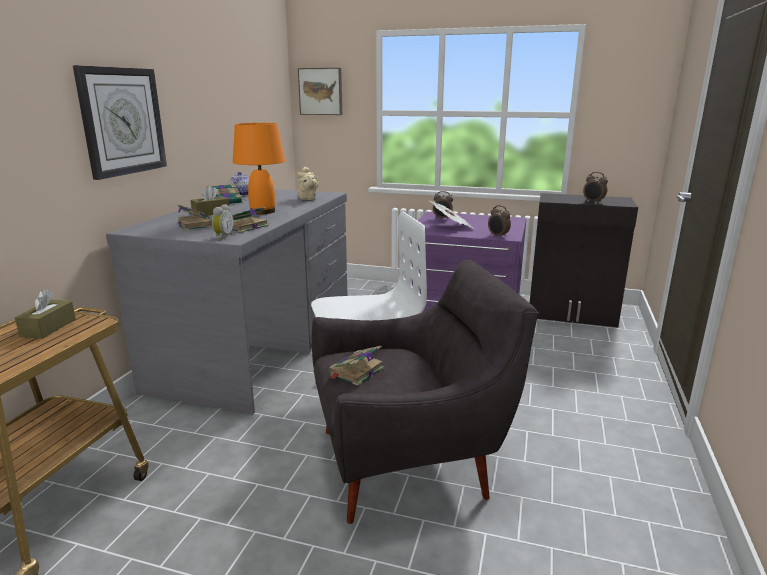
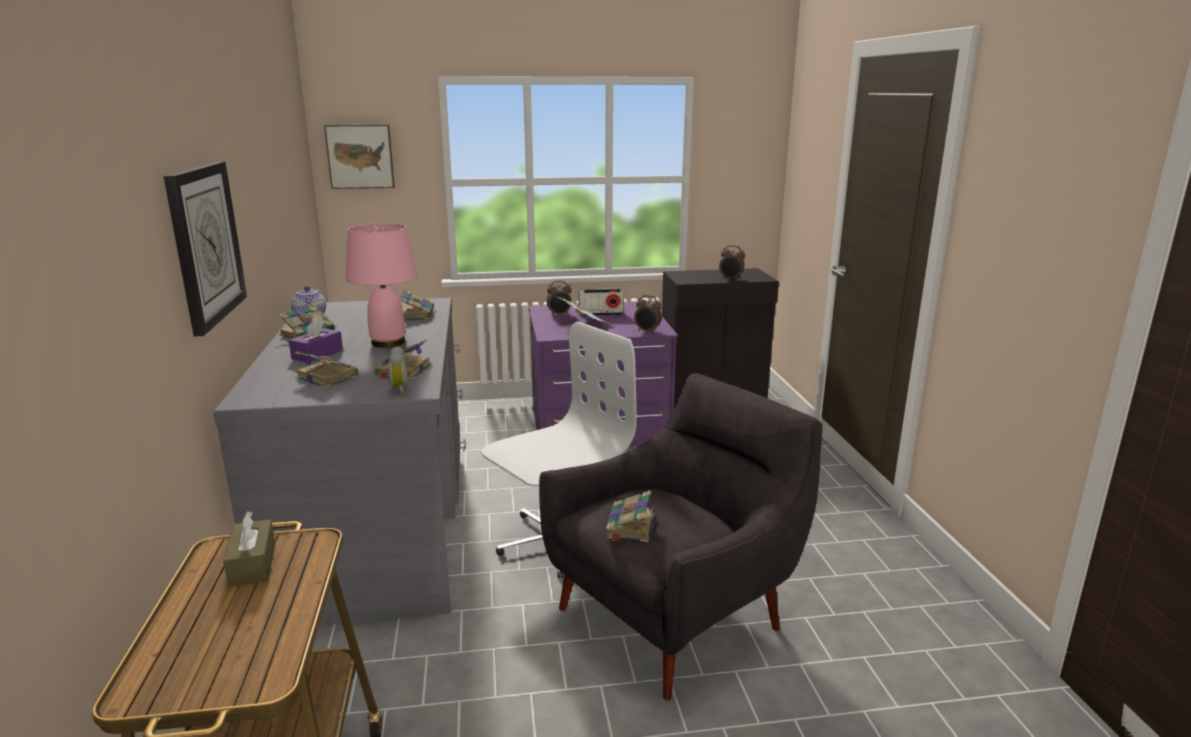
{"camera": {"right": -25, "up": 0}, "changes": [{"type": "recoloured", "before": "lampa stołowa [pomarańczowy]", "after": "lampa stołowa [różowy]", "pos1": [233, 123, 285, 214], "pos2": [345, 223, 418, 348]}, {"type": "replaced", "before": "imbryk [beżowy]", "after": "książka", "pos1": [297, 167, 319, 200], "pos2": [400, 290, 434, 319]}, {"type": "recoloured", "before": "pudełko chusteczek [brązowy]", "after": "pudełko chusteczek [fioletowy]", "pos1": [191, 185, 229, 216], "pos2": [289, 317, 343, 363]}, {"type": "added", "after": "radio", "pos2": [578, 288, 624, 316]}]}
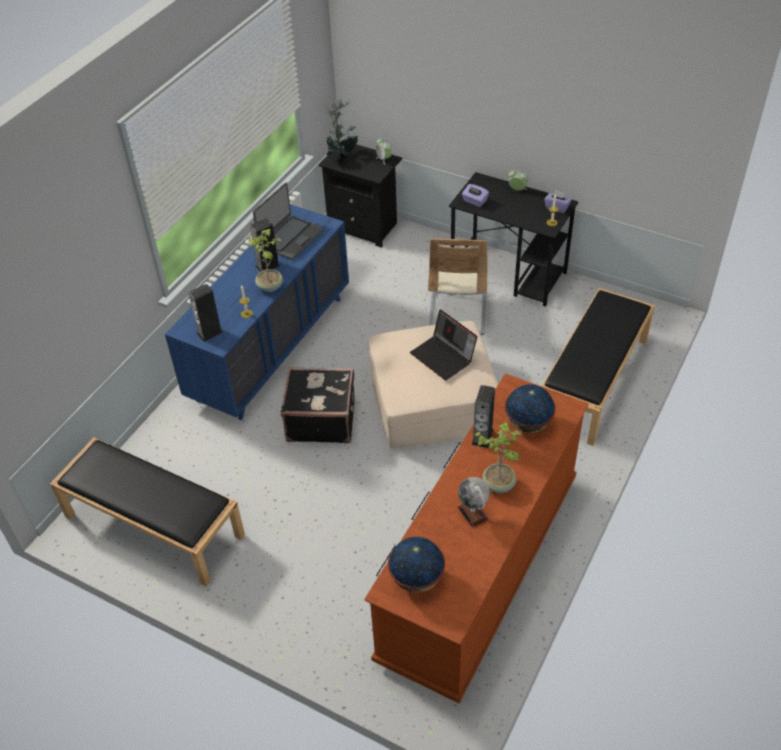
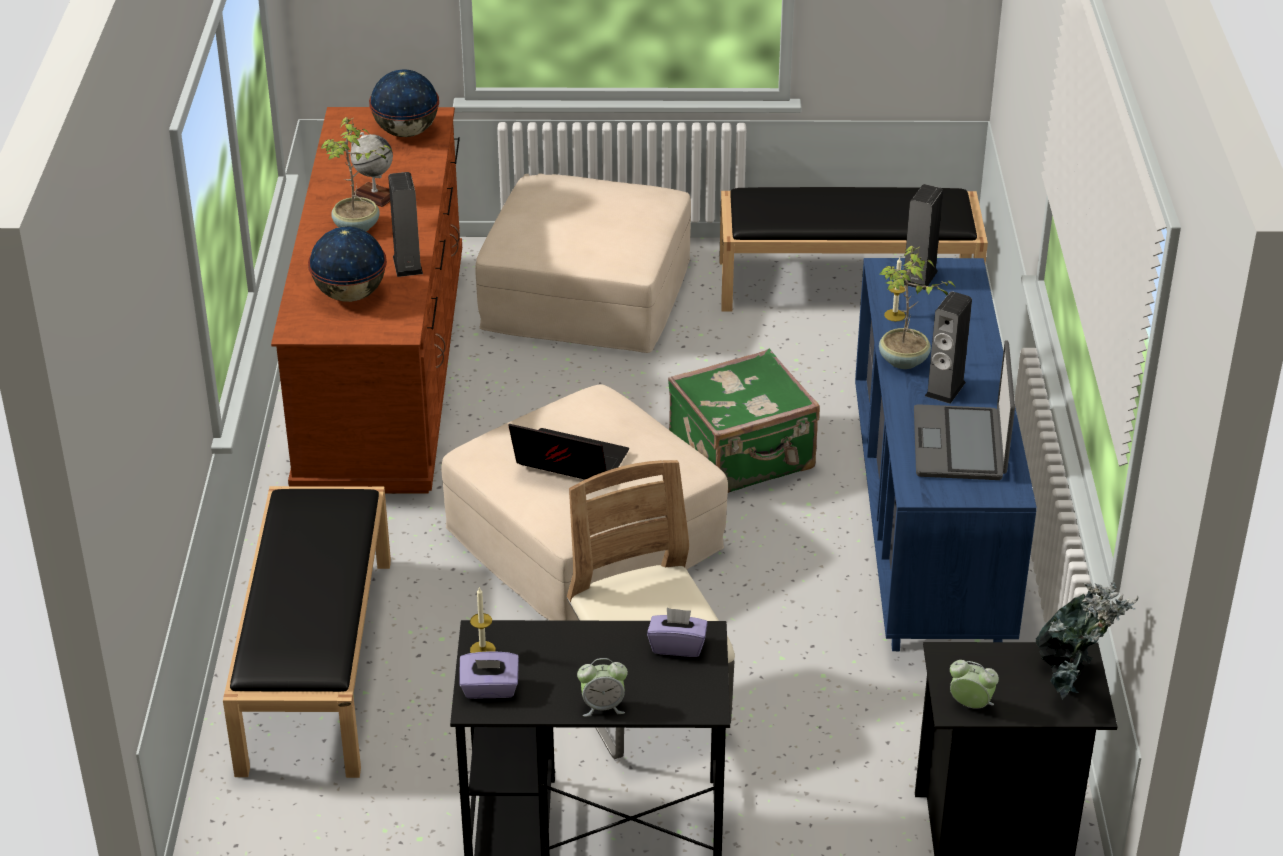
{"camera": {"right": 150, "up": -10}, "changes": [{"type": "recoloured", "before": "walizka [czarny]", "after": "walizka [zielony]", "pos1": [281, 367, 355, 443], "pos2": [668, 349, 820, 493]}, {"type": "added", "after": "pufa [beżowy]", "pos2": [475, 174, 691, 353]}]}
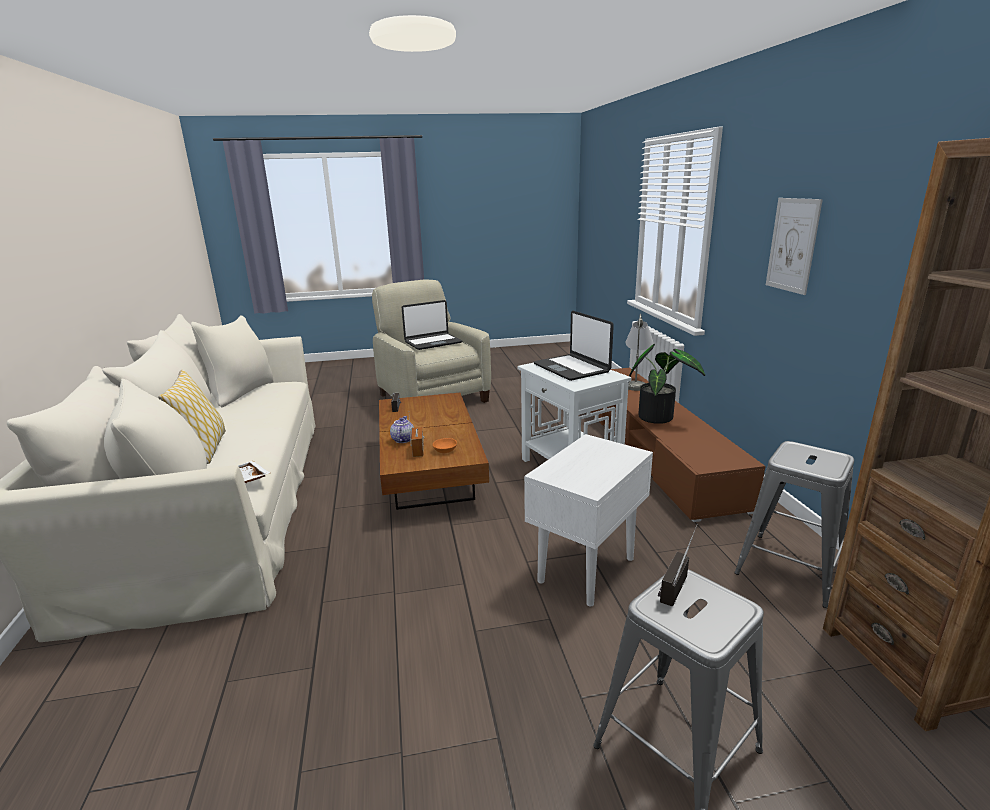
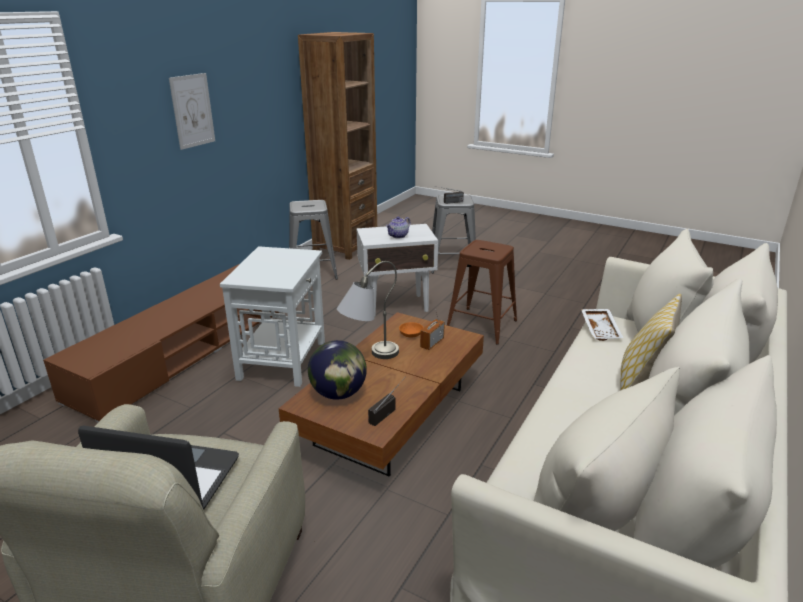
{"camera": {"right": -140, "up": 5}, "changes": [{"type": "removed", "before": "laptop", "pos1": [534, 311, 614, 381]}, {"type": "moved", "before": "lampa stołowa [szary]", "pos1": [626, 314, 653, 391], "pos2": [337, 261, 399, 359]}, {"type": "removed", "before": "roślina doniczkowa", "pos1": [629, 344, 705, 424]}, {"type": "moved", "before": "imbryk", "pos1": [390, 416, 414, 443], "pos2": [386, 216, 411, 238]}, {"type": "added", "after": "stołek [brązowy]", "pos2": [447, 240, 517, 345]}, {"type": "added", "after": "globus", "pos2": [308, 340, 367, 400]}]}
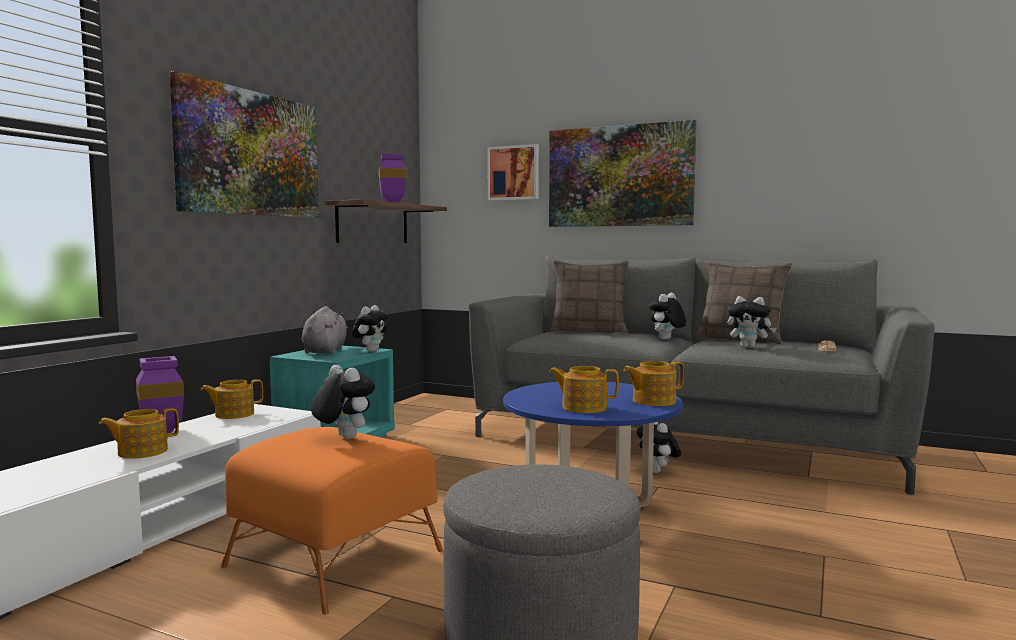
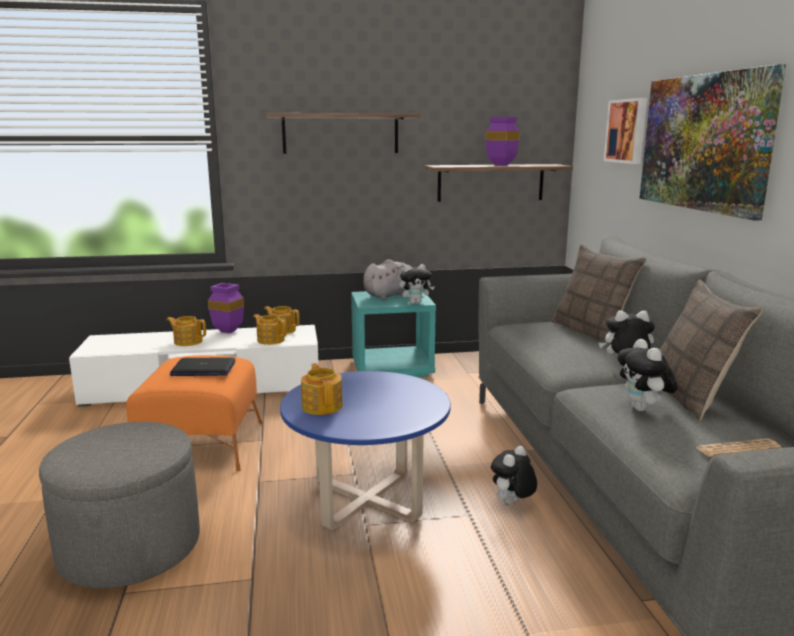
{"camera": {"right": 55, "up": 10}, "changes": [{"type": "replaced", "before": "obraz", "after": "półka", "pos1": [169, 71, 319, 218], "pos2": [266, 113, 420, 154]}, {"type": "moved", "before": "imbryk", "pos1": [624, 361, 684, 406], "pos2": [253, 314, 287, 345]}, {"type": "replaced", "before": "pluszak", "after": "laptop", "pos1": [311, 365, 375, 439], "pos2": [170, 357, 236, 376]}]}
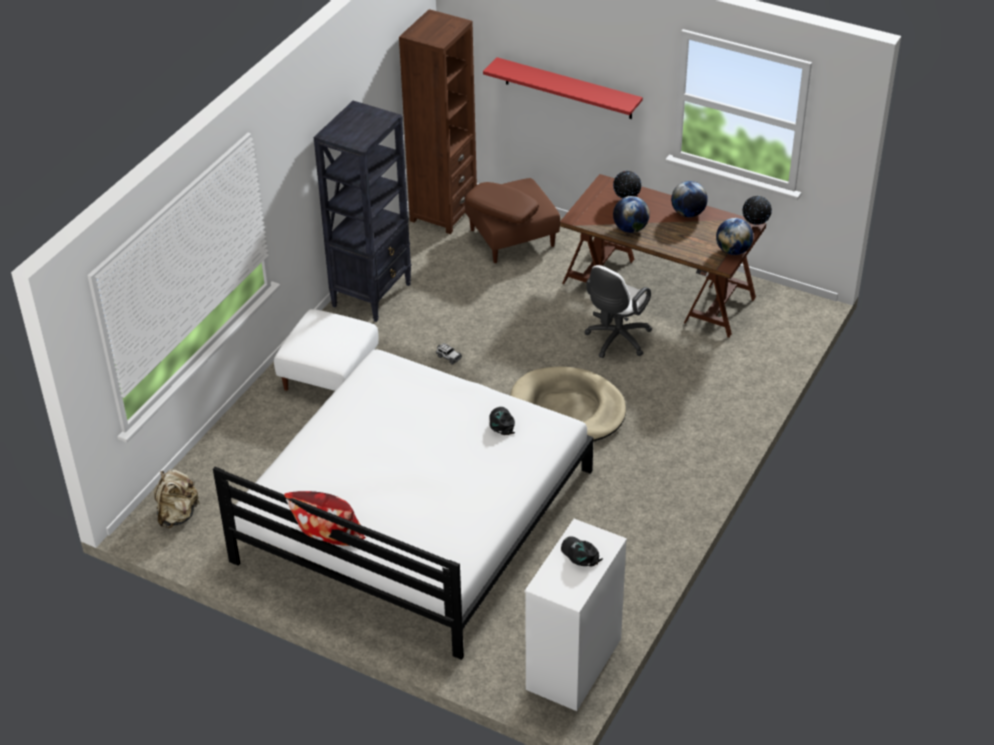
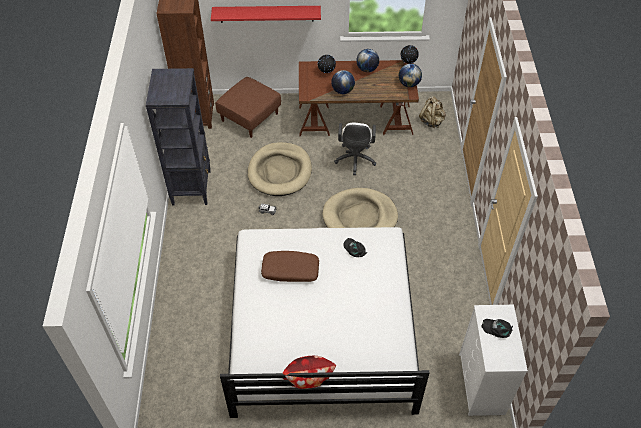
{"camera": {"right": -30, "up": 10}, "changes": [{"type": "moved", "before": "poduszka [brązowy]", "pos1": [465, 182, 539, 224], "pos2": [261, 251, 319, 282]}, {"type": "removed", "before": "pufa [biały]", "pos1": [274, 309, 379, 391]}, {"type": "moved", "before": "plecak [beżowy]", "pos1": [154, 469, 200, 528], "pos2": [419, 96, 446, 128]}, {"type": "added", "after": "legowisko [beżowy]", "pos2": [248, 142, 312, 196]}]}
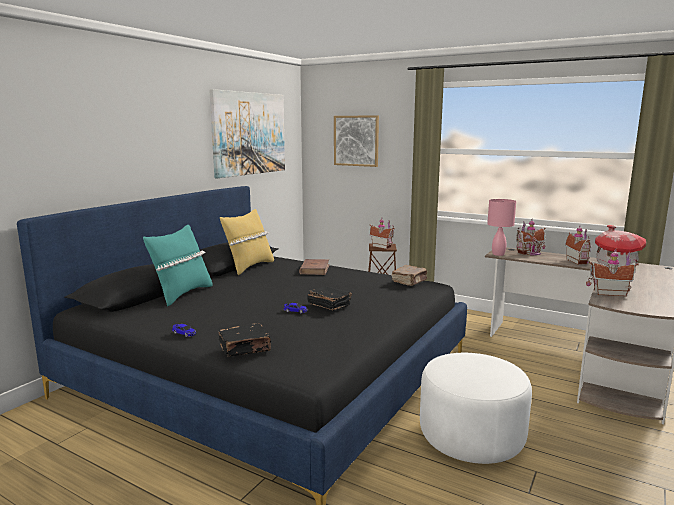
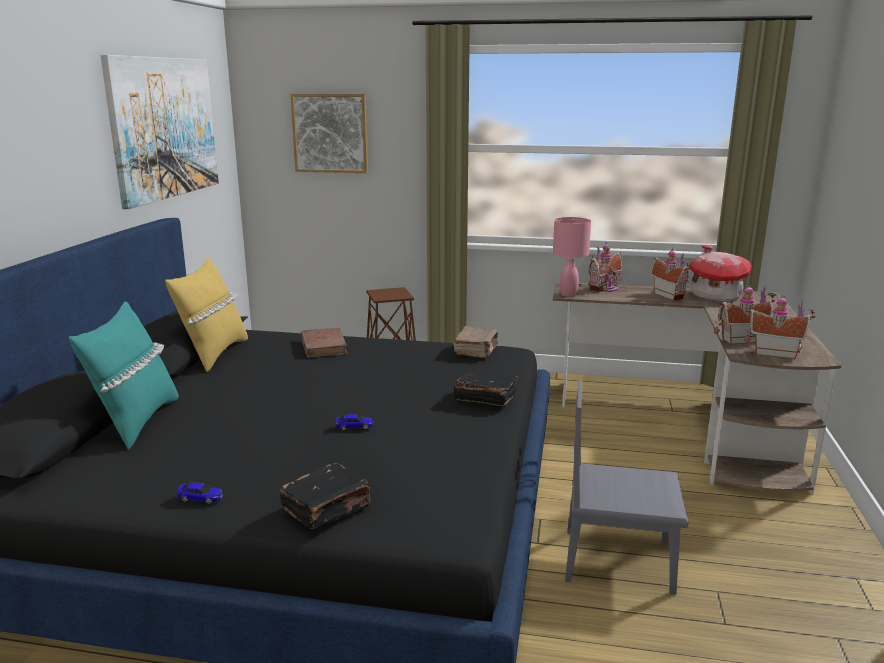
{"camera": {"right": -20, "up": 5}, "changes": [{"type": "moved", "before": "domek", "pos1": [370, 219, 395, 249], "pos2": [744, 294, 815, 359]}, {"type": "moved", "before": "książka [czarny]", "pos1": [307, 286, 352, 311], "pos2": [454, 369, 518, 406]}, {"type": "replaced", "before": "pufa [biały]", "after": "krzesło [szary]", "pos1": [420, 353, 532, 464], "pos2": [565, 381, 689, 595]}]}
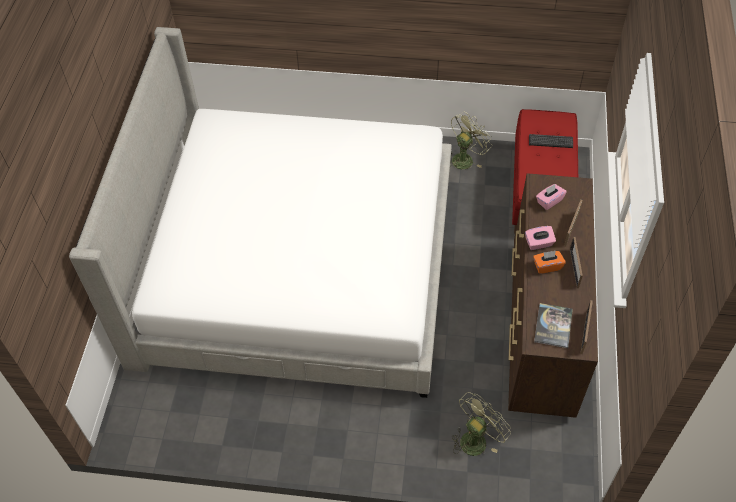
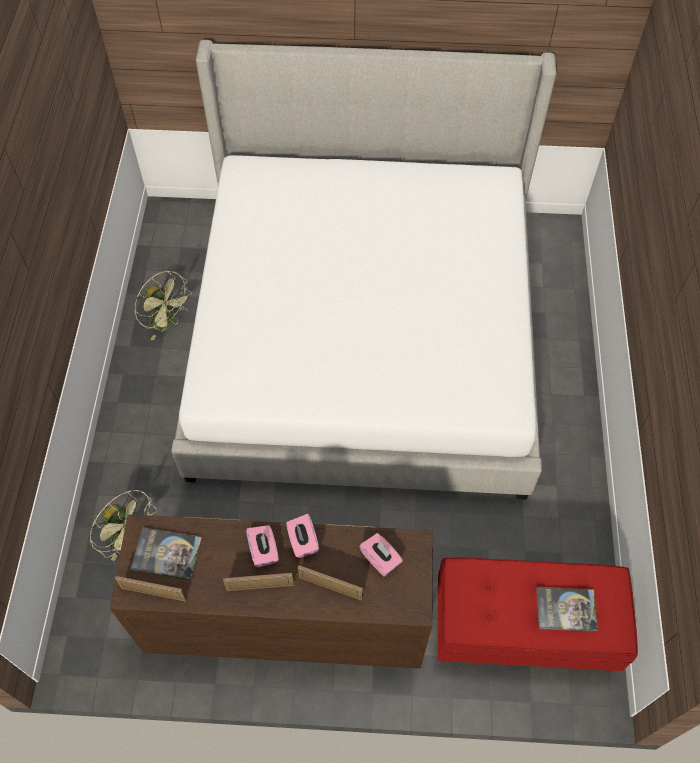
{"camera": {"right": 85, "up": 5}, "changes": [{"type": "moved", "before": "wentylator [zielony]", "pos1": [450, 111, 492, 169], "pos2": [134, 270, 192, 340]}, {"type": "replaced", "before": "klawiatura", "after": "książka", "pos1": [529, 134, 573, 148], "pos2": [536, 587, 598, 632]}, {"type": "recoloured", "before": "pudełko chusteczek [pomarańczowy]", "after": "pudełko chusteczek [różowy]", "pos1": [533, 251, 566, 274], "pos2": [246, 525, 279, 568]}]}
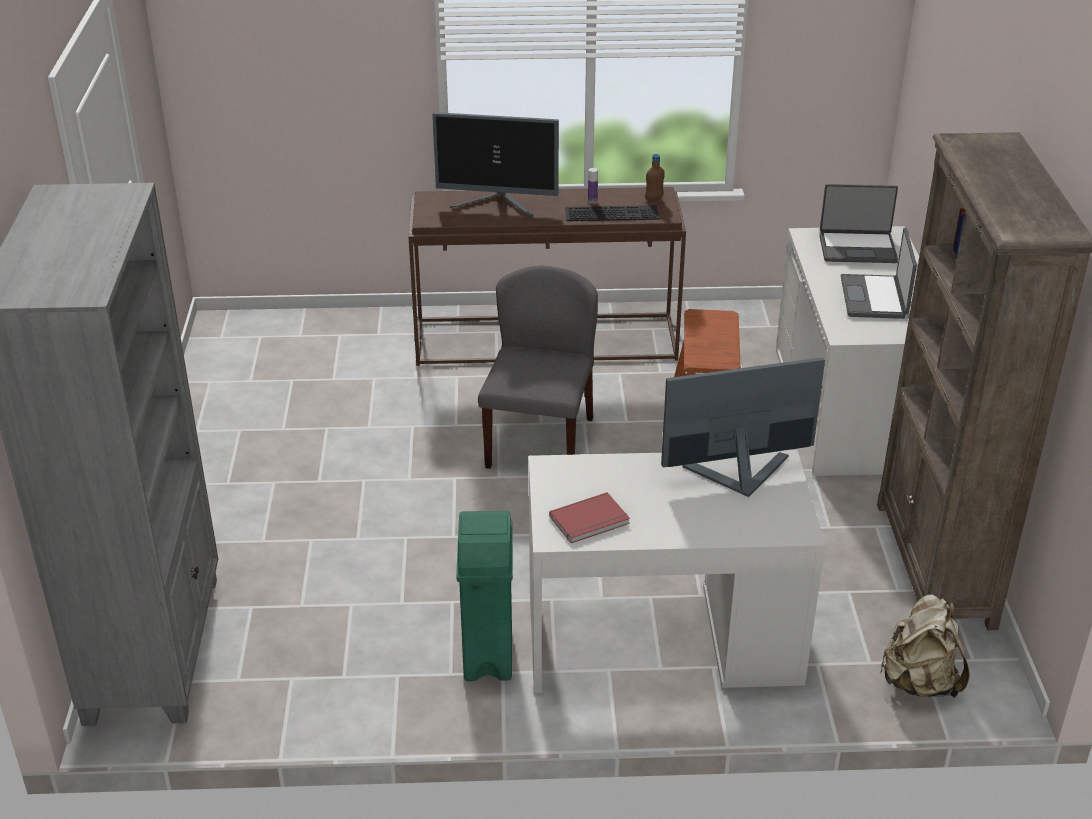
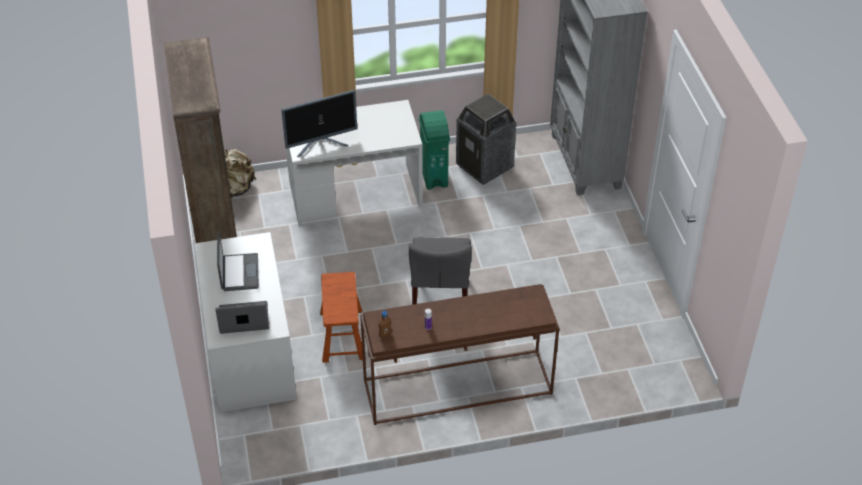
{"camera": {"right": 170, "up": 10}, "changes": [{"type": "removed", "before": "monitor", "pos1": [432, 112, 559, 217]}, {"type": "removed", "before": "klawiatura", "pos1": [565, 205, 660, 221]}, {"type": "removed", "before": "książka [czerwony]", "pos1": [549, 492, 630, 543]}, {"type": "added", "after": "kosz na śmieci", "pos2": [456, 94, 516, 185]}]}
